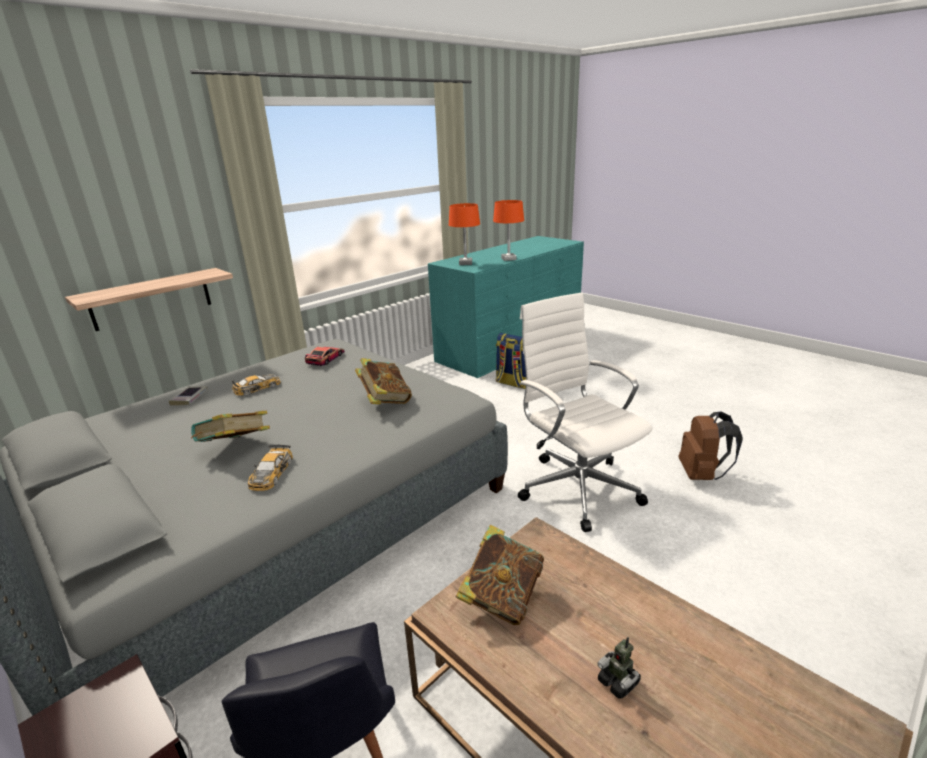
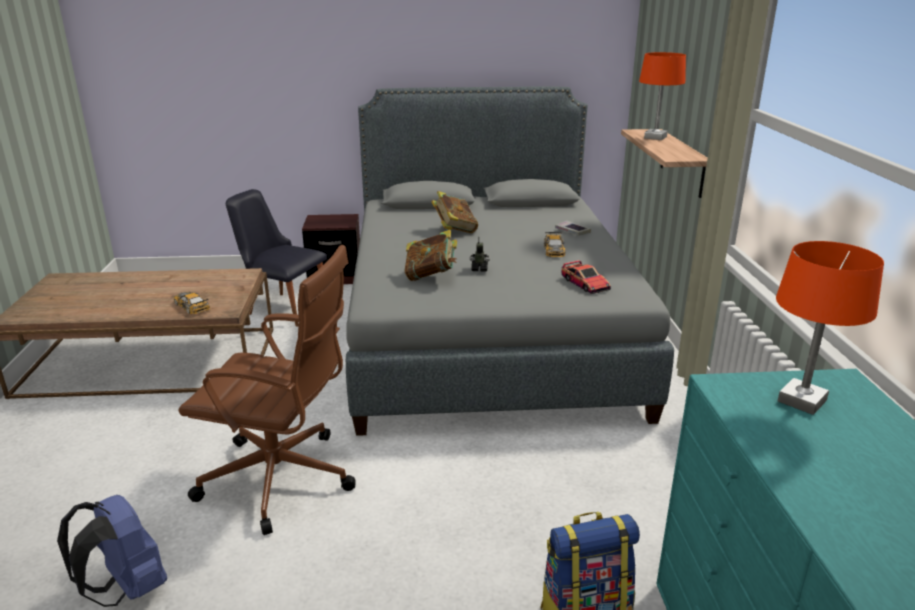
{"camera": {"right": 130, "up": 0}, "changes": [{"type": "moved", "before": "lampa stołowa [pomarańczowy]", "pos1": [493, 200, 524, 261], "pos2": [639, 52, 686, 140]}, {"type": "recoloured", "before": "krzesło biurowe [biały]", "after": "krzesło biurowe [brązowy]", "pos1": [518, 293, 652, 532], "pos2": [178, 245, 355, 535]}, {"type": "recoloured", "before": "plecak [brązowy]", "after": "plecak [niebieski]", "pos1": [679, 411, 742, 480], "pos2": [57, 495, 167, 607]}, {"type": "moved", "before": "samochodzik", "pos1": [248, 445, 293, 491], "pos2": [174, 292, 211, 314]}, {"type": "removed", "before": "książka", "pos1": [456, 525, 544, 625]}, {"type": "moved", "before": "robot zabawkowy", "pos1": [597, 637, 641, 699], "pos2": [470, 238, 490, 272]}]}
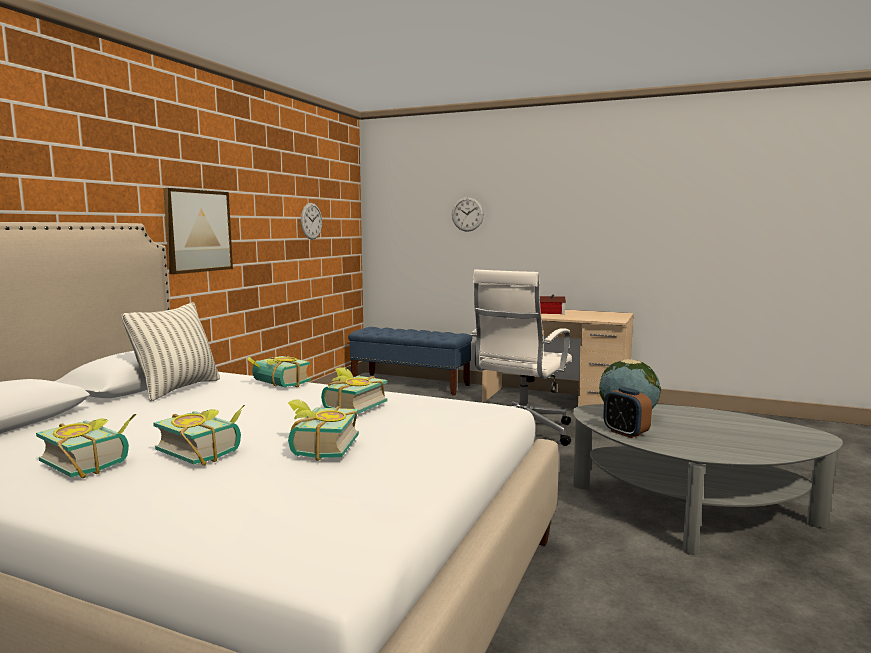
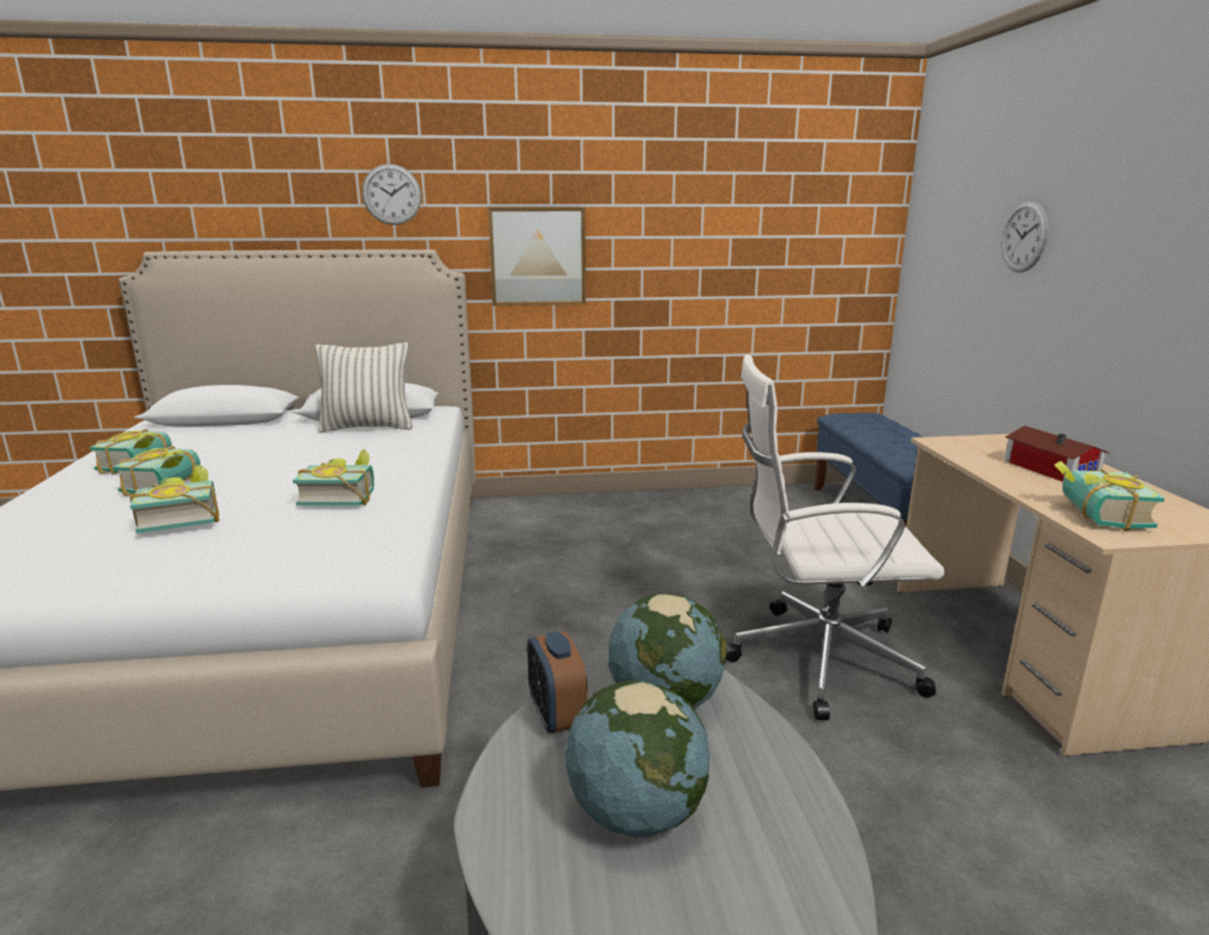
{"camera": {"right": 60, "up": 10}, "changes": [{"type": "moved", "before": "zegar ścienny", "pos1": [301, 203, 322, 240], "pos2": [362, 164, 421, 225]}, {"type": "moved", "before": "książka", "pos1": [247, 356, 311, 387], "pos2": [1054, 461, 1165, 532]}, {"type": "turned", "before": "budzik", "pos1": [603, 387, 652, 438], "pos2": [527, 631, 588, 734], "turn": -45}, {"type": "added", "after": "globus", "pos2": [566, 680, 710, 837]}]}
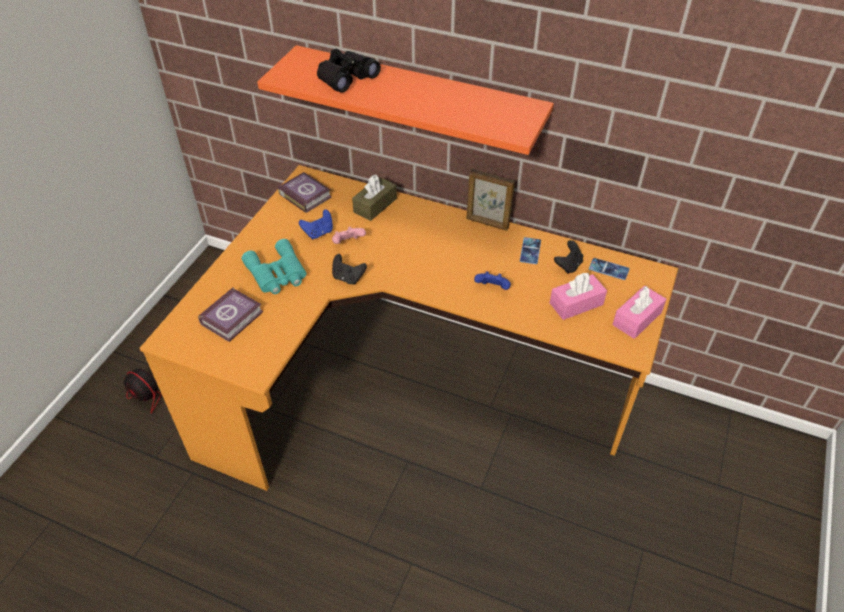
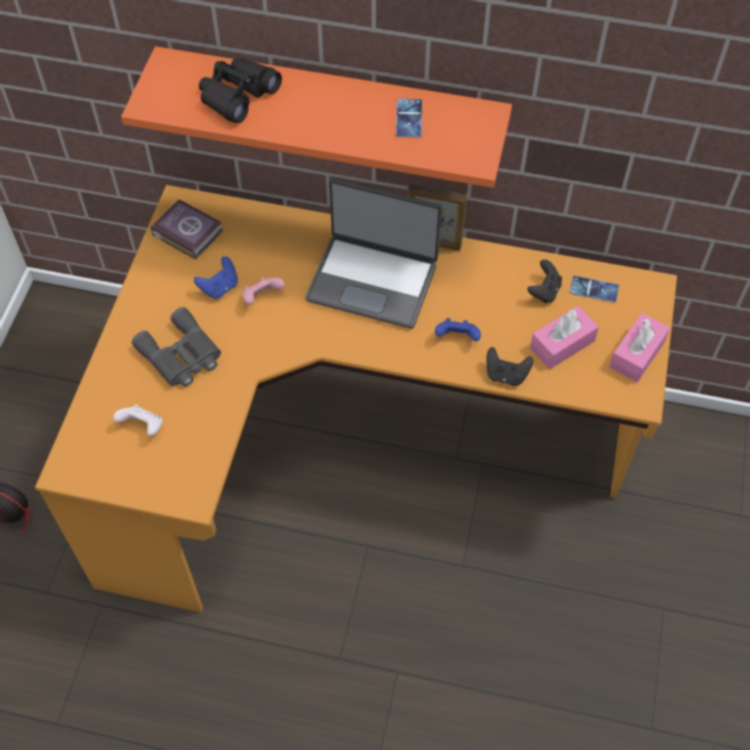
{"camera": {"right": -10, "up": 10}, "changes": [{"type": "removed", "before": "pudełko chusteczek [brązowy]", "pos1": [352, 175, 397, 221]}, {"type": "moved", "before": "telefon", "pos1": [520, 237, 541, 264], "pos2": [396, 99, 422, 138]}, {"type": "recoloured", "before": "lornetka [turkusowy]", "after": "lornetka [szary]", "pos1": [242, 239, 307, 294], "pos2": [132, 307, 221, 387]}, {"type": "moved", "before": "pad do gier [czarny]", "pos1": [332, 254, 367, 285], "pos2": [486, 347, 533, 386]}, {"type": "replaced", "before": "książka", "after": "pad do gier [biały]", "pos1": [198, 288, 263, 342], "pos2": [113, 404, 163, 436]}, {"type": "added", "after": "laptop", "pos2": [305, 179, 442, 329]}]}
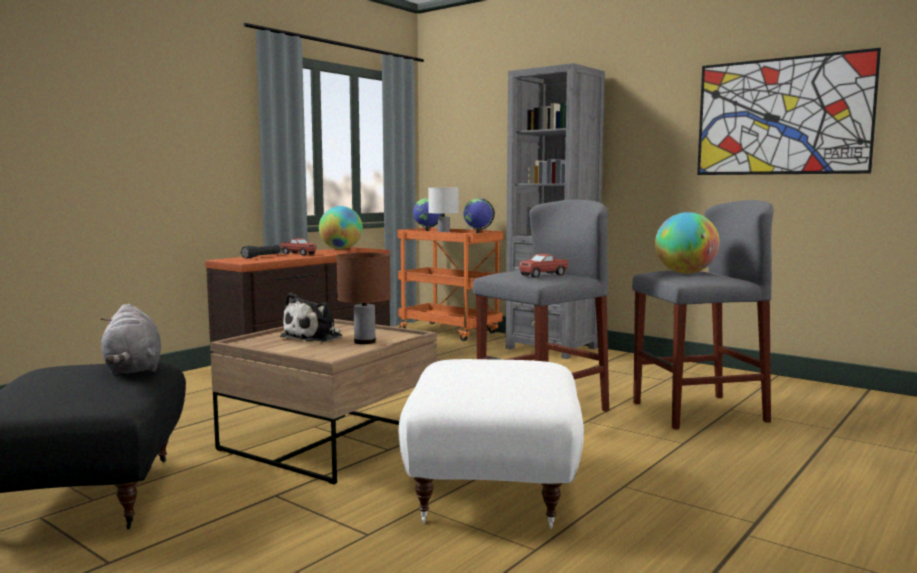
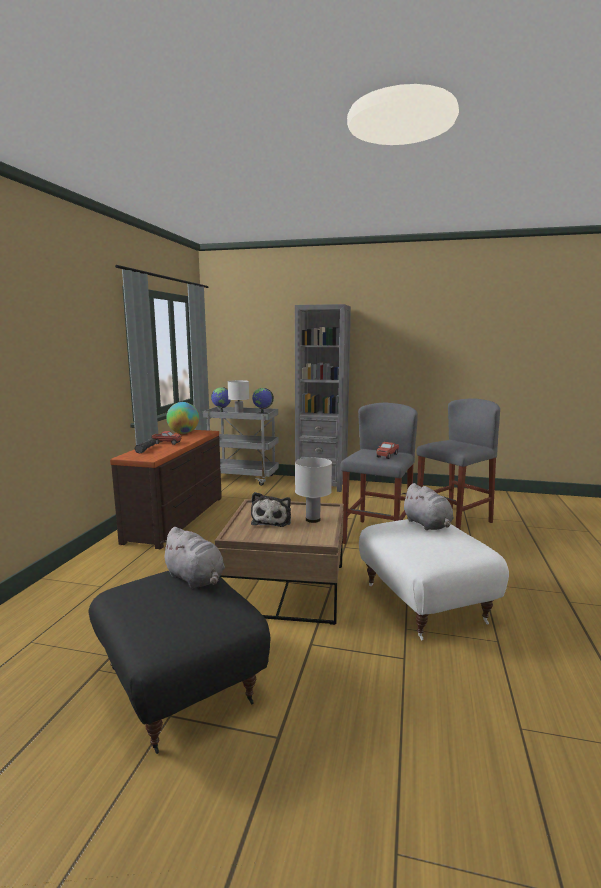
{"camera": {"right": -25, "up": 5}, "changes": [{"type": "removed", "before": "obraz", "pos1": [697, 48, 881, 175]}, {"type": "removed", "before": "globus", "pos1": [655, 212, 720, 274]}, {"type": "recoloured", "before": "wózek [pomarańczowy]", "after": "wózek [szary]", "pos1": [397, 228, 503, 341], "pos2": [203, 407, 279, 486]}, {"type": "recoloured", "before": "lampa stołowa [brązowy]", "after": "lampa stołowa [biały]", "pos1": [336, 253, 391, 344], "pos2": [295, 458, 332, 523]}, {"type": "added", "after": "pluszak [szary]", "pos2": [401, 483, 454, 530]}]}
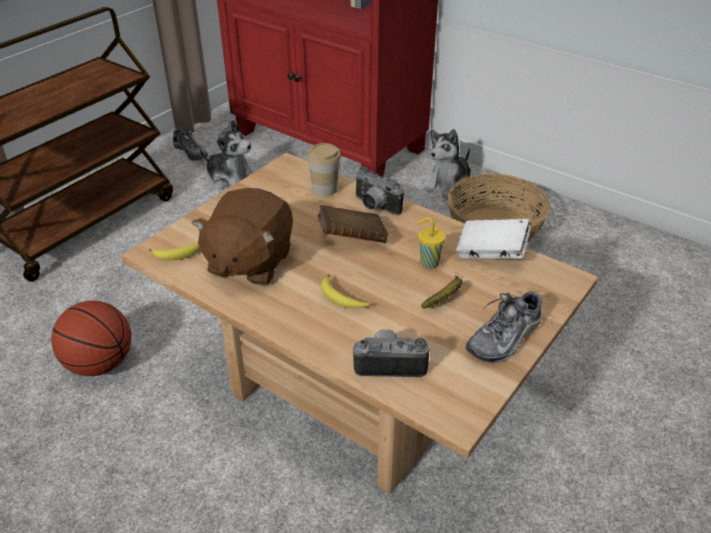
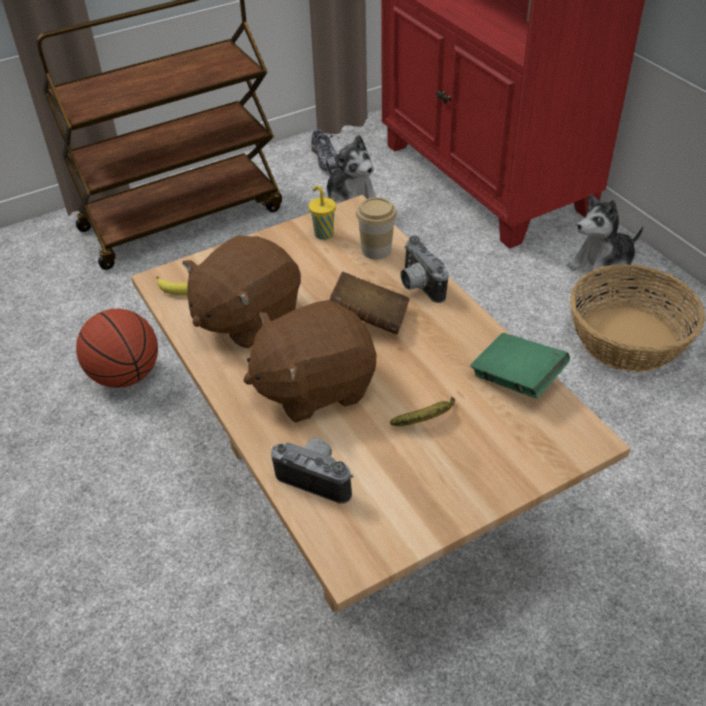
{"camera": {"right": 25, "up": 5}, "changes": [{"type": "moved", "before": "filiżanka [żółty]", "pos1": [418, 217, 446, 269], "pos2": [309, 185, 336, 240]}, {"type": "recoloured", "before": "książka [biały]", "after": "książka [zielony]", "pos1": [456, 219, 531, 259], "pos2": [470, 333, 570, 398]}, {"type": "replaced", "before": "banan", "after": "pluszak [brązowy]", "pos1": [321, 274, 370, 308], "pos2": [243, 300, 376, 423]}, {"type": "removed", "before": "but", "pos1": [466, 289, 542, 363]}]}
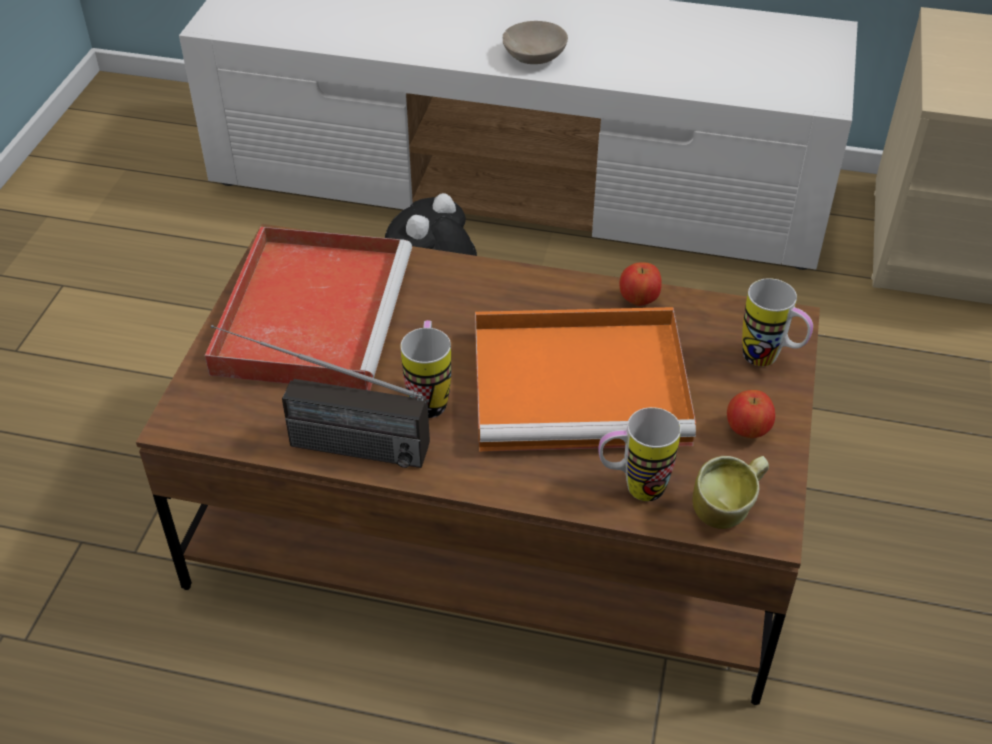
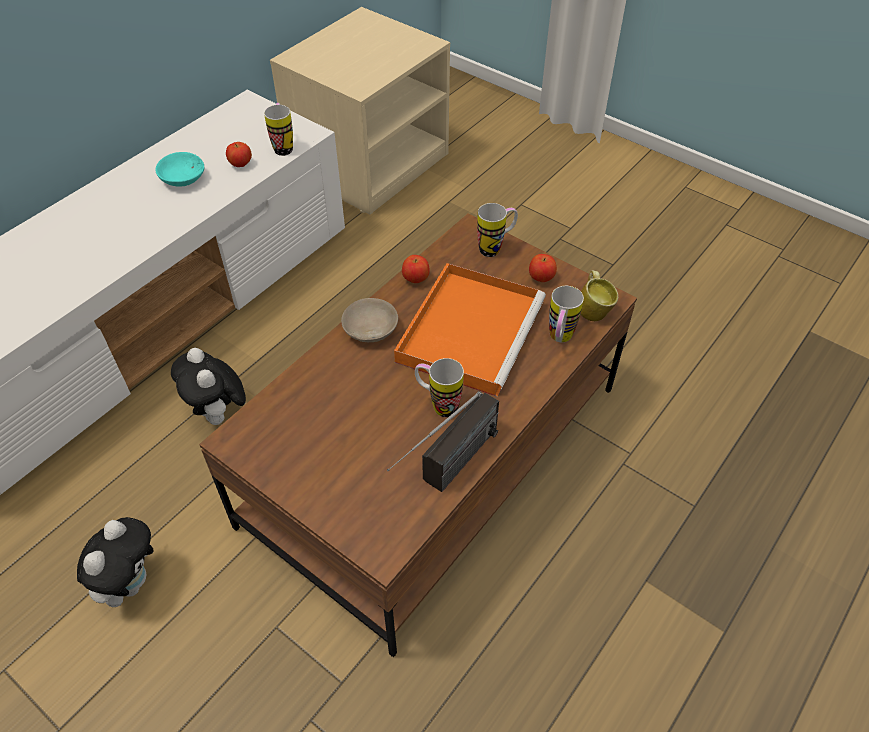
{"camera": {"right": -65, "up": 5}, "changes": [{"type": "moved", "before": "miska [beżowy]", "pos1": [503, 21, 568, 64], "pos2": [341, 298, 398, 342]}, {"type": "removed", "before": "taca [czerwony]", "pos1": [205, 227, 412, 391]}, {"type": "added", "after": "kubek", "pos2": [264, 103, 293, 156]}, {"type": "added", "after": "jabłko", "pos2": [226, 142, 252, 167]}, {"type": "added", "after": "miska [turkusowy]", "pos2": [155, 152, 204, 187]}, {"type": "added", "after": "pluszak", "pos2": [77, 517, 153, 607]}]}
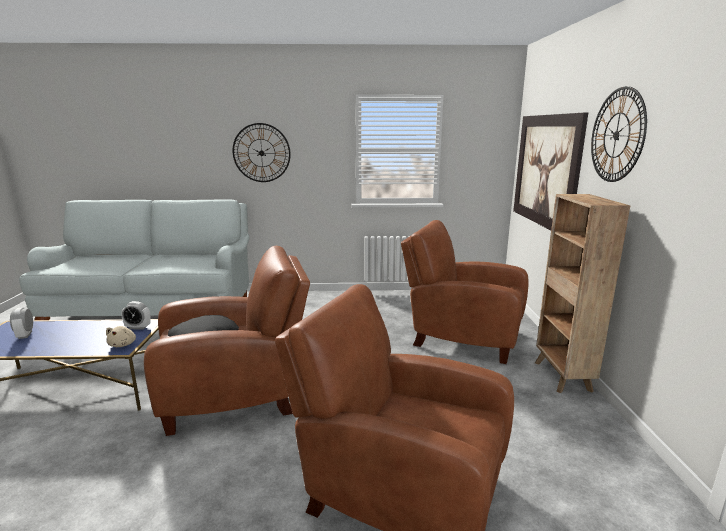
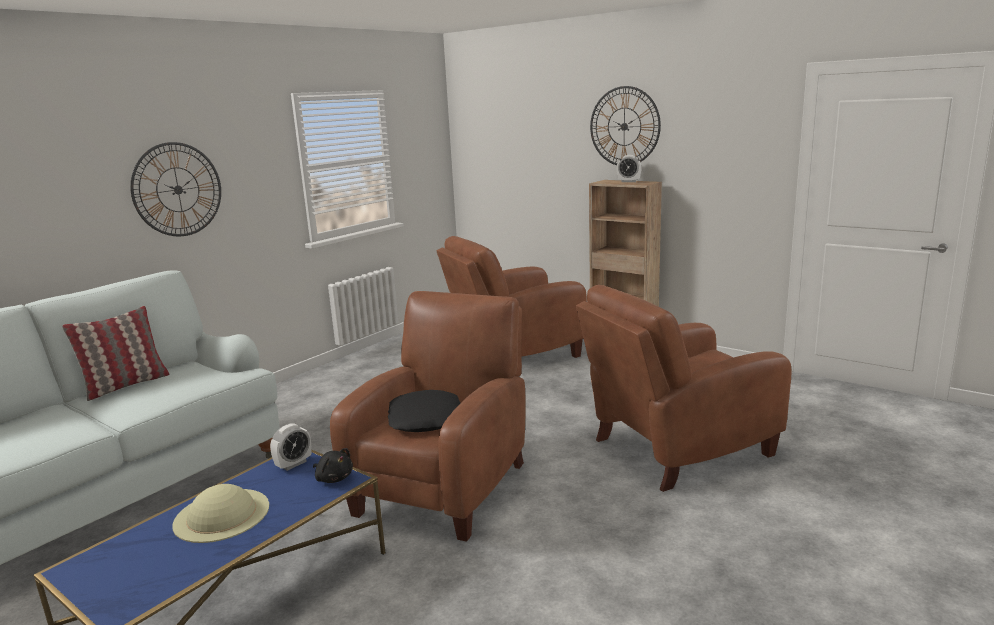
{"camera": {"right": -50, "up": 0}, "changes": [{"type": "removed", "before": "obraz", "pos1": [513, 113, 588, 230]}, {"type": "moved", "before": "budzik", "pos1": [10, 307, 33, 339], "pos2": [617, 155, 641, 182]}, {"type": "recoloured", "before": "pluszak [beżowy]", "after": "pluszak [czarny]", "pos1": [106, 326, 136, 347], "pos2": [313, 448, 353, 483]}, {"type": "added", "after": "poduszka", "pos2": [62, 306, 169, 401]}, {"type": "added", "after": "kapelusz [beżowy]", "pos2": [172, 484, 269, 543]}]}
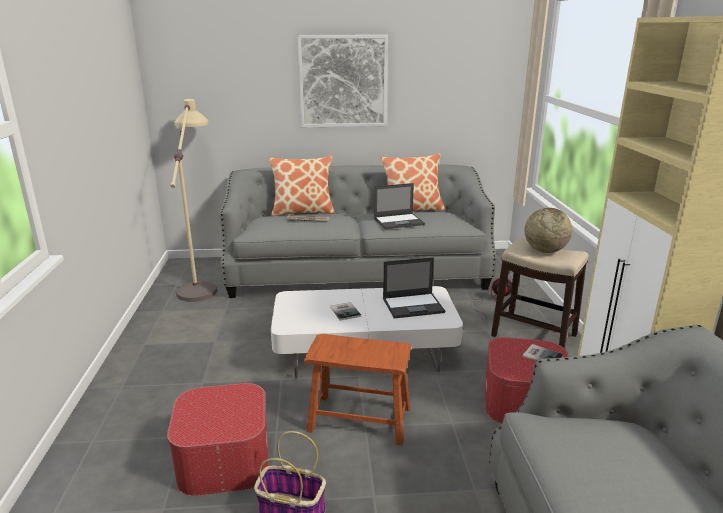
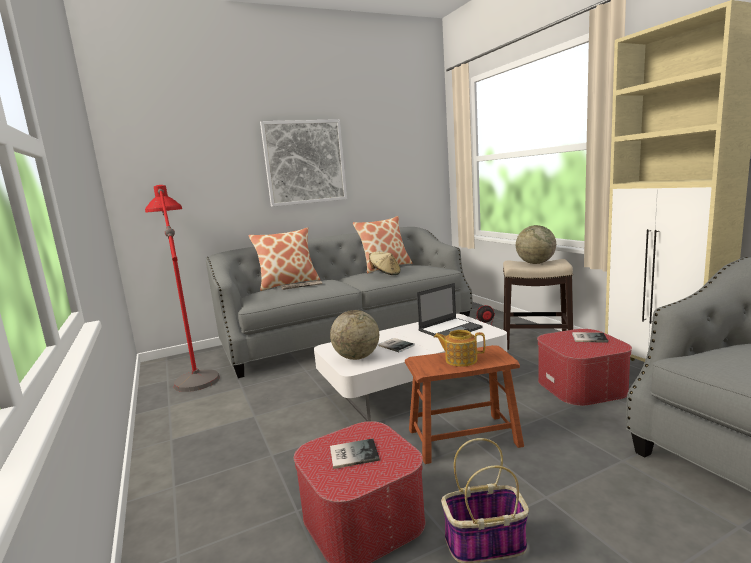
{"camera": {"right": -20, "up": -10}, "changes": [{"type": "recoloured", "before": "lampa stojąca [beżowy]", "after": "lampa stojąca [czerwony]", "pos1": [171, 99, 217, 302], "pos2": [145, 185, 220, 392]}, {"type": "replaced", "before": "laptop", "after": "kapelusz [beżowy]", "pos1": [374, 183, 425, 229], "pos2": [369, 252, 401, 275]}, {"type": "added", "after": "globus", "pos2": [330, 310, 379, 360]}, {"type": "added", "after": "imbryk", "pos2": [434, 330, 485, 367]}, {"type": "added", "after": "książka", "pos2": [330, 438, 380, 469]}]}
